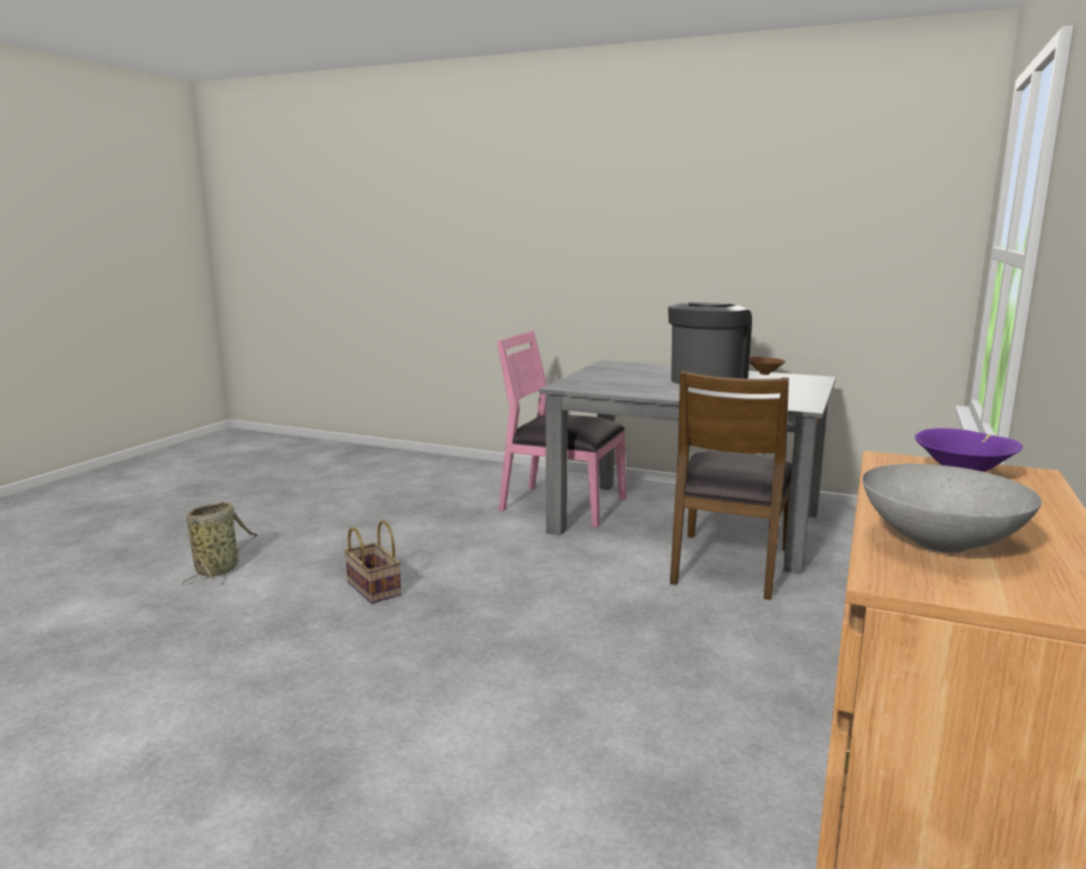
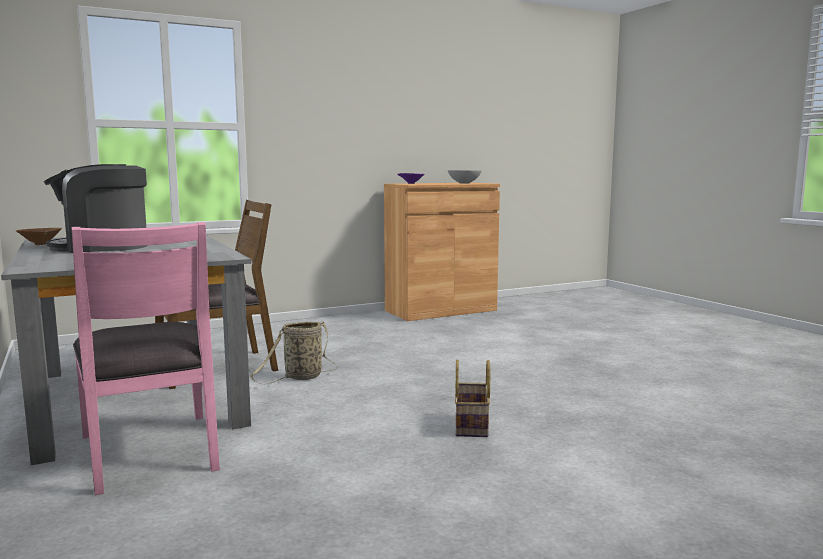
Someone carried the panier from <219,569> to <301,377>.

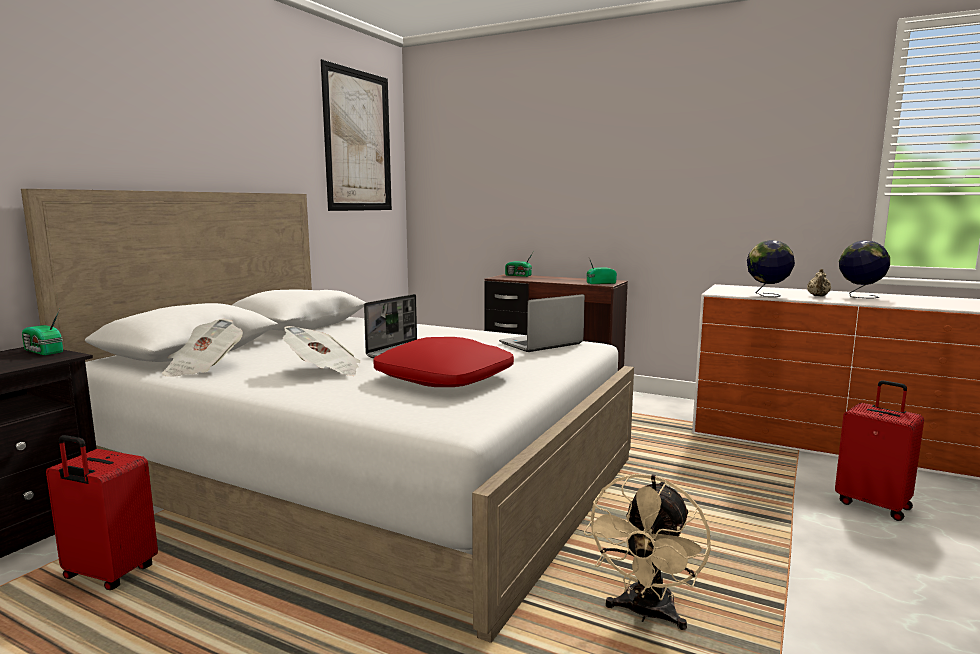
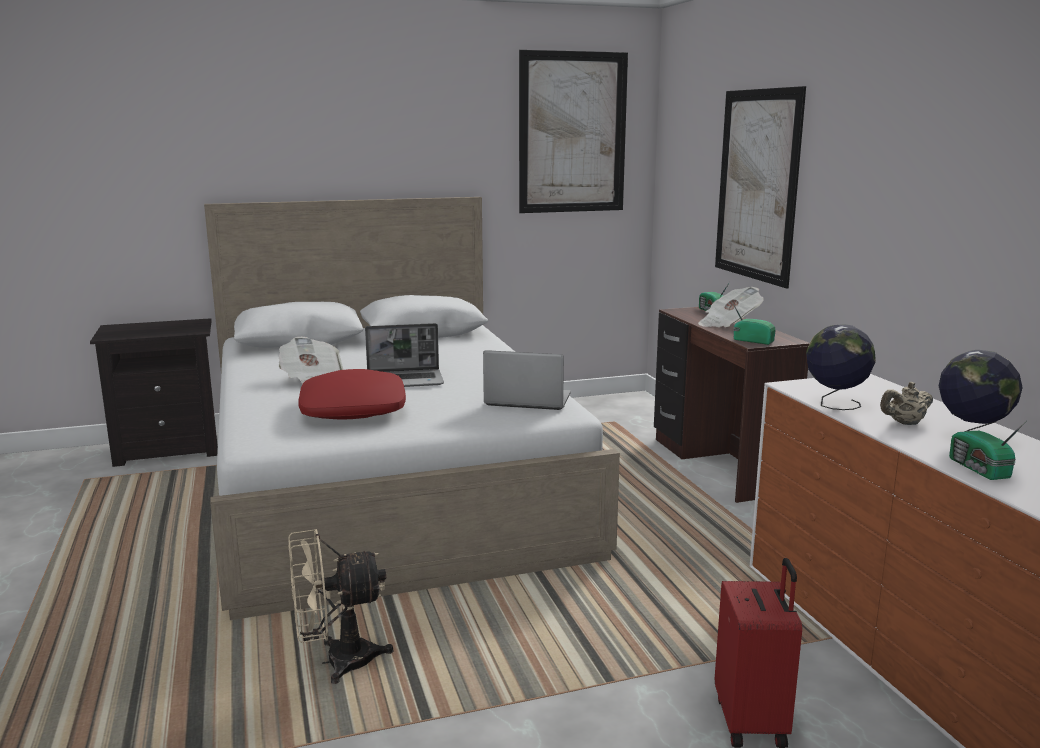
Someone carried the radio from <43,352> to <979,469>.
Someone carried the journal from <203,368> to <728,324>.
Someone took away the valise [rouge] at <108,574>.
Someone put up the tableau at <757,185>.

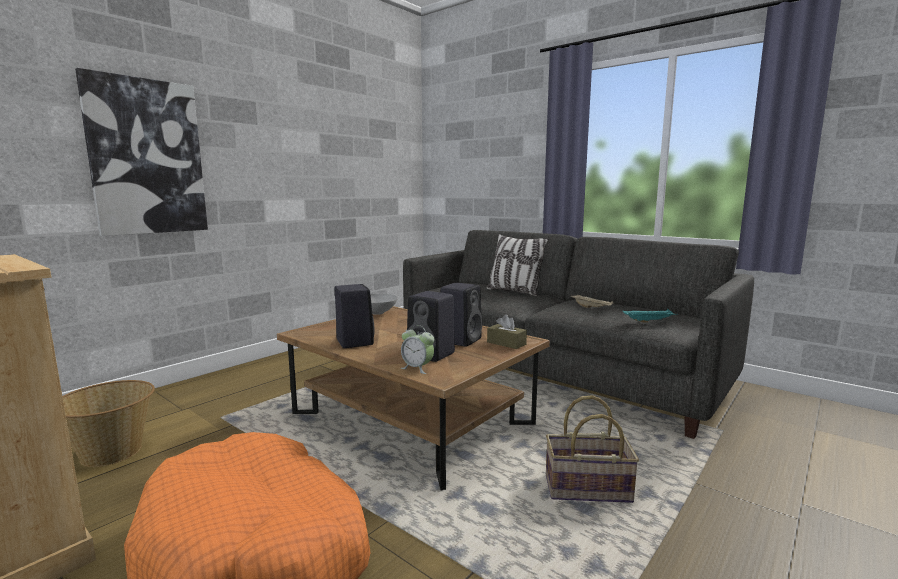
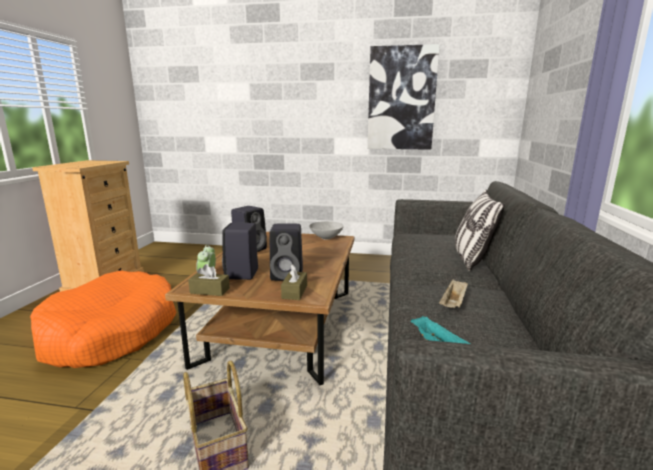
Someone carried the tableau from <147,157> to <401,99>.
Someone took away the panier at <112,452>.
Someone put down the boîte à mouchoirs [marron] at <210,291>.

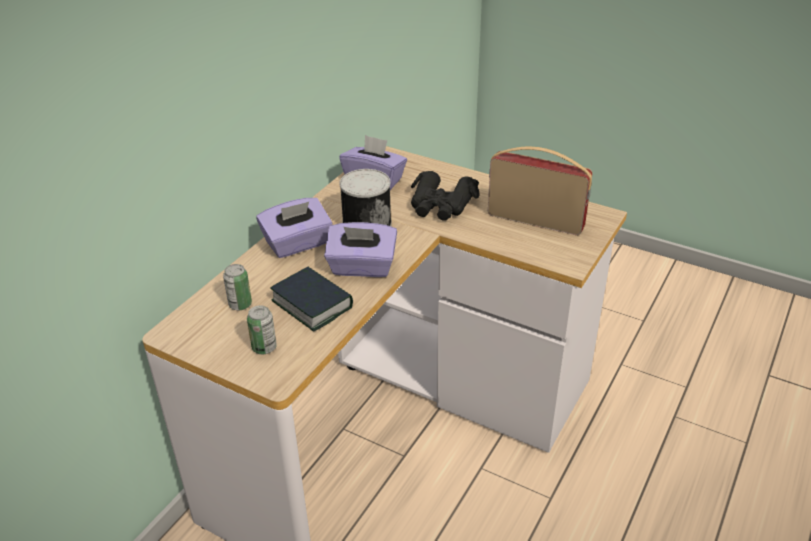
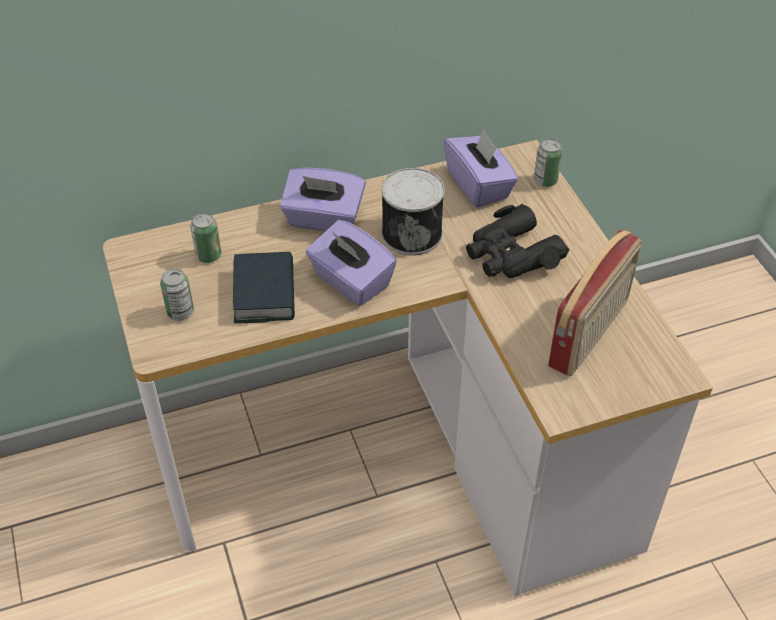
Someone rotated the radio at <536,220> by 60 degrees clockwise.
Someone put down the boîte métallique at <545,180>.

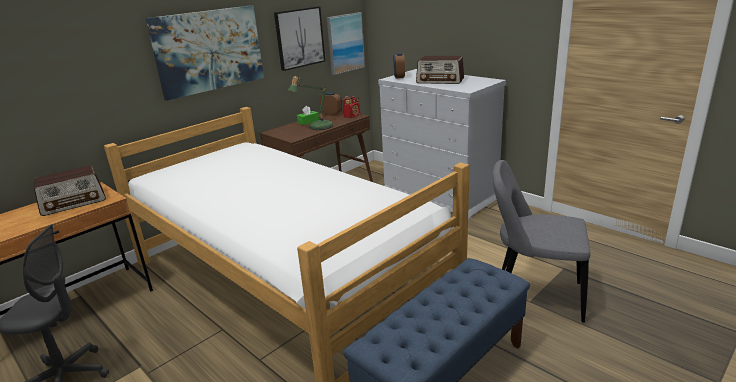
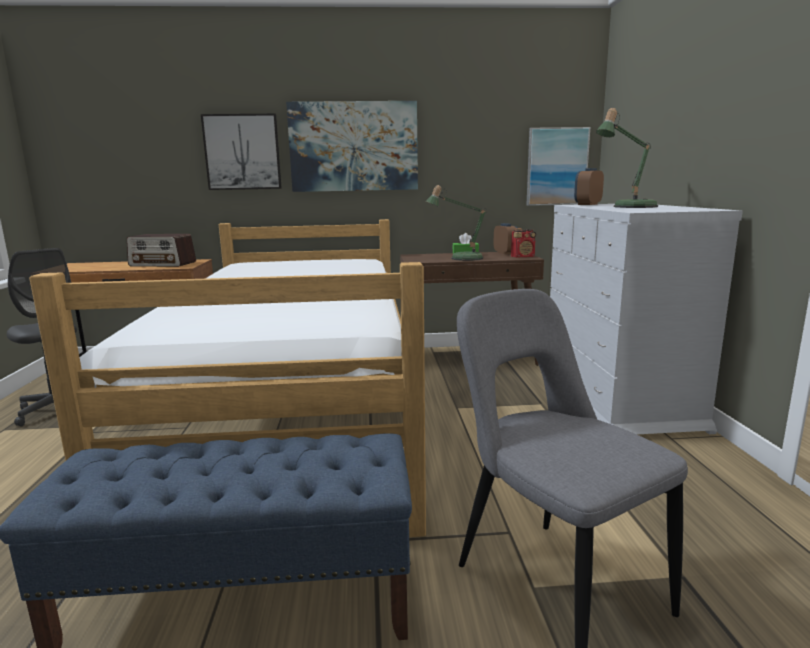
Someone carried the tableau from <299,38> to <242,152>.
Someone swapped the radio at <440,81> for the lampe de table at <629,207>.

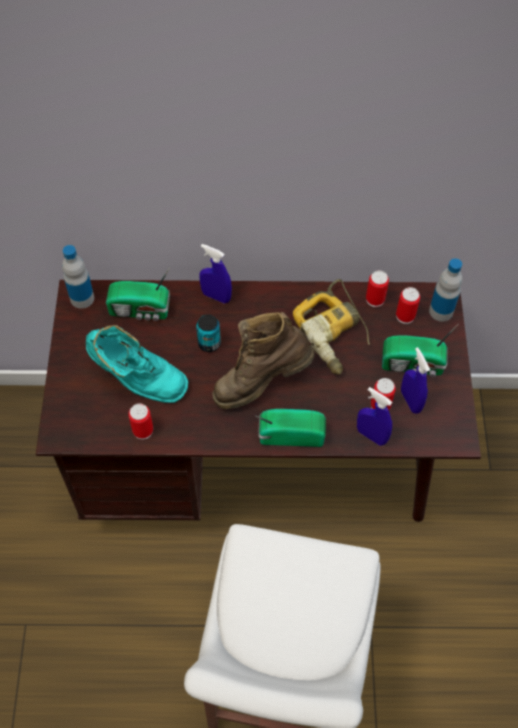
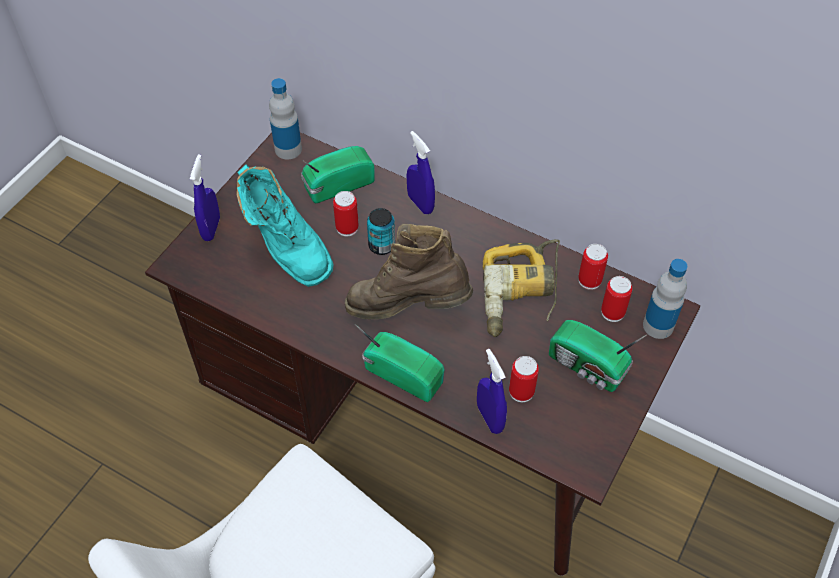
Someone rotated the radio at <141,310> by 120 degrees clockwise.
Someone carried the vaporisateur [bleu] from <410,401> to <211,228>.
Someone carried the boîte métallique from <143,430> to <347,228>.

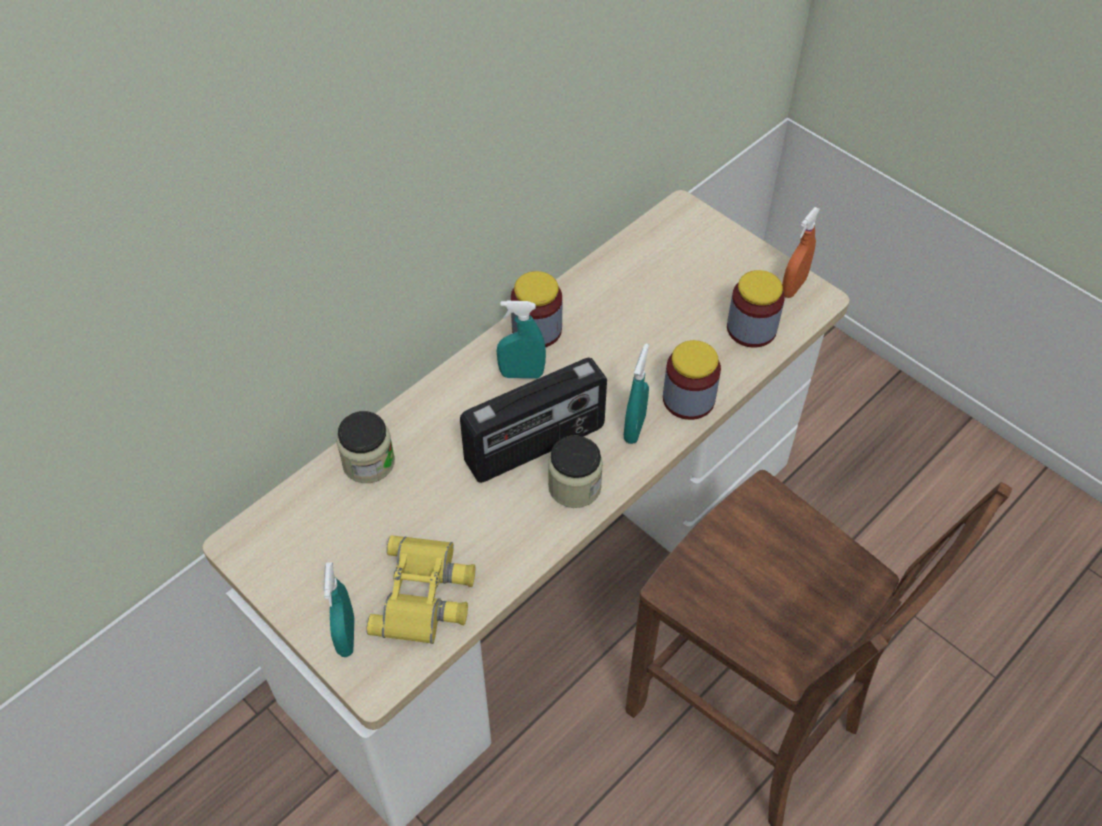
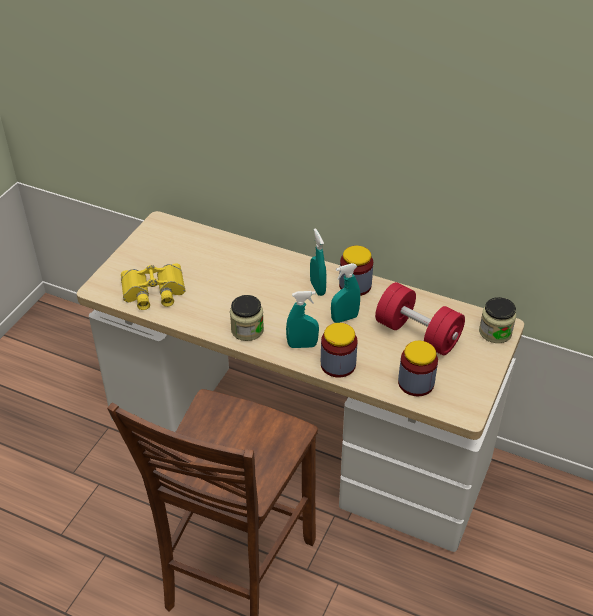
Someone took away the vaporisateur [orange] at <793,287>.
Someone took away the radio at <536,446>.
Someone carried the bocal from <368,462> to <495,332>.
Someone carried the vaporisateur [turquoise] from <346,636> to <344,318>.
Someone put down the haltère [rouge] at <417,334>.

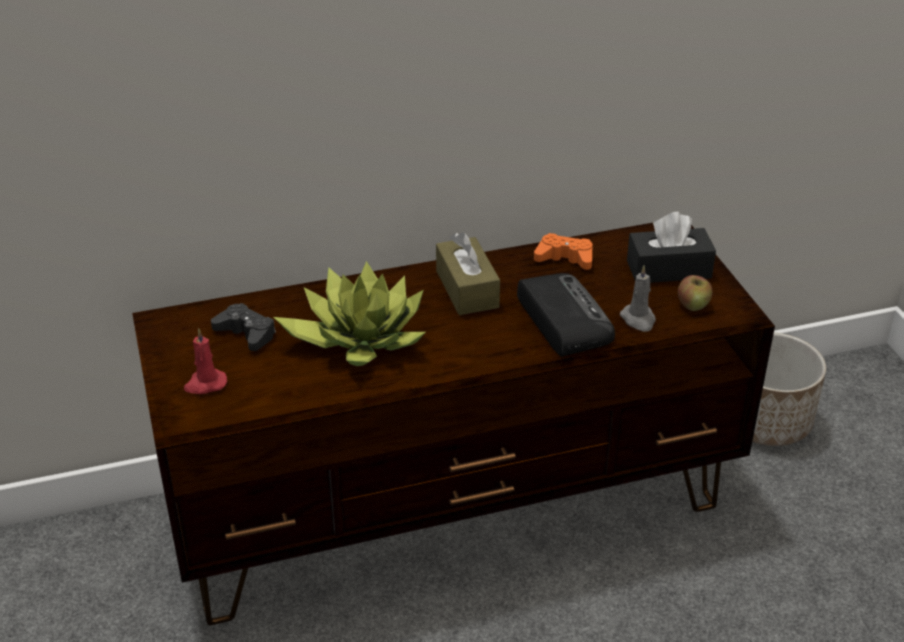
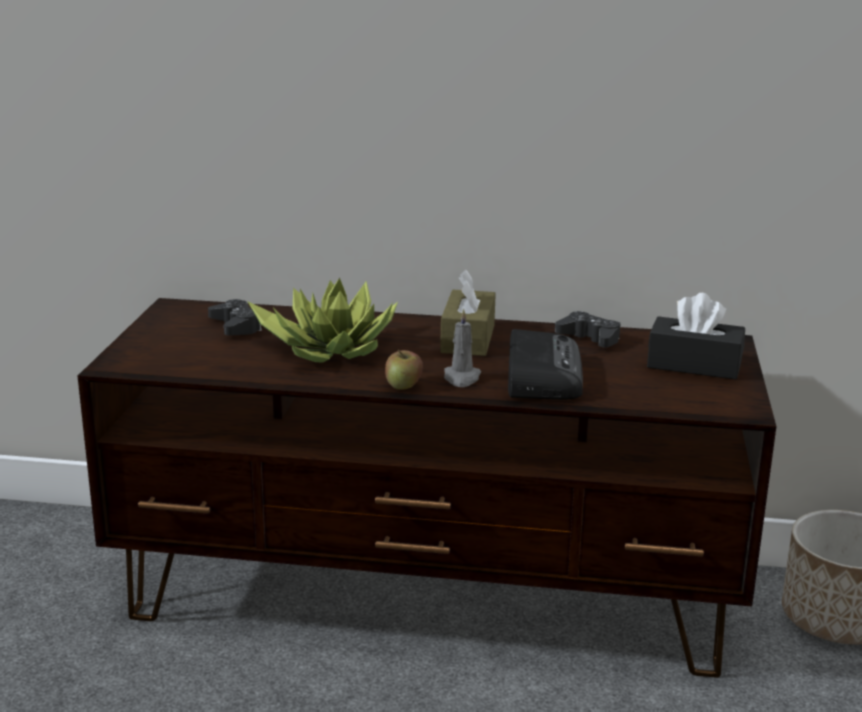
Someone repainted the manette [orange] at <565,258>, which became the manette [noir] at <589,338>.
Someone carried the bougie [gris] from <638,320> to <461,378>.
Someone carried the pomme from <693,305> to <403,385>.
Someone took away the bougie [rouge] at <205,384>.

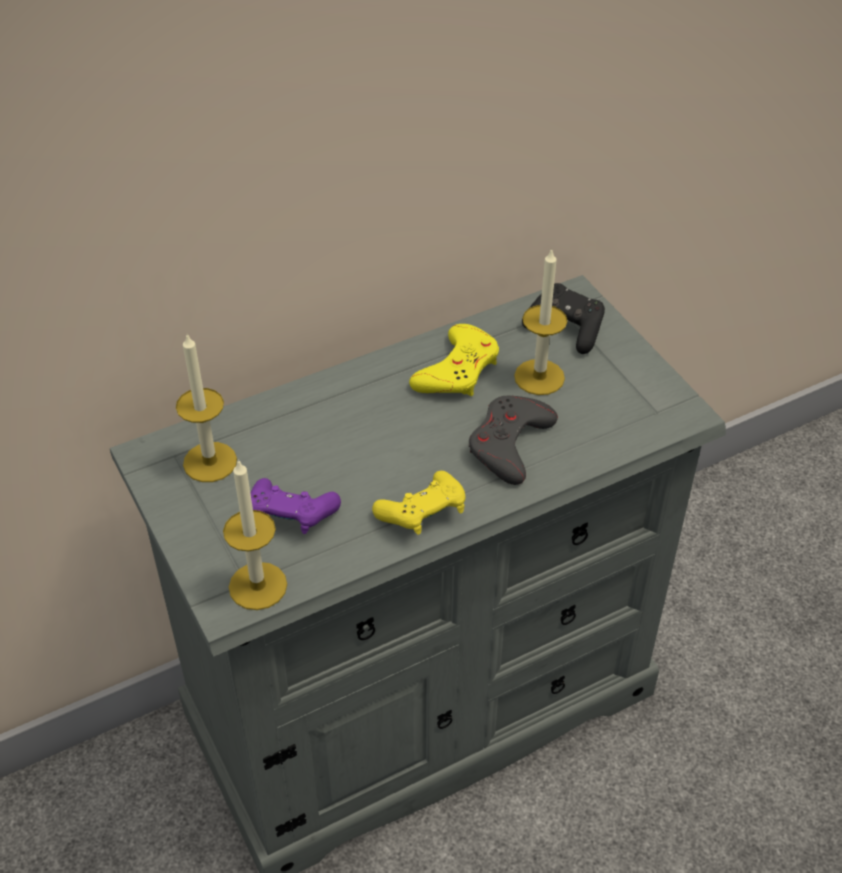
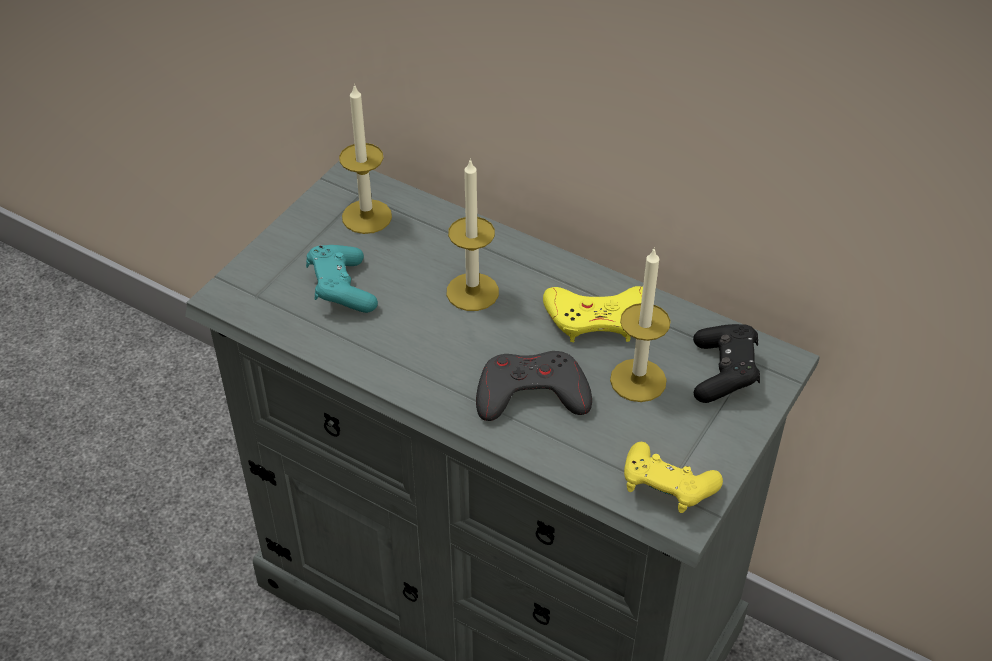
Someone carried the bougie from <258,586> to <472,292>.
Someone carried the manette [jaune] from <423,515> to <666,489>.
Someone repainted the manette [violet] at <291,517>, which became the manette [turquoise] at <341,290>.

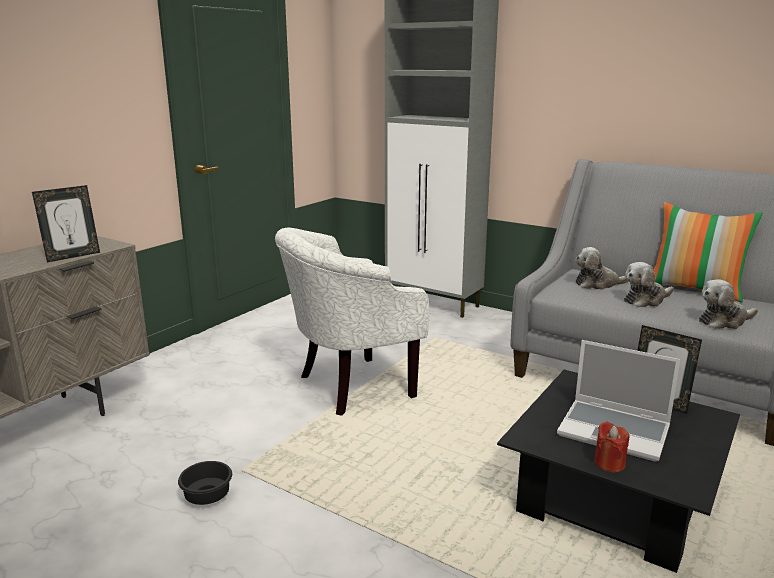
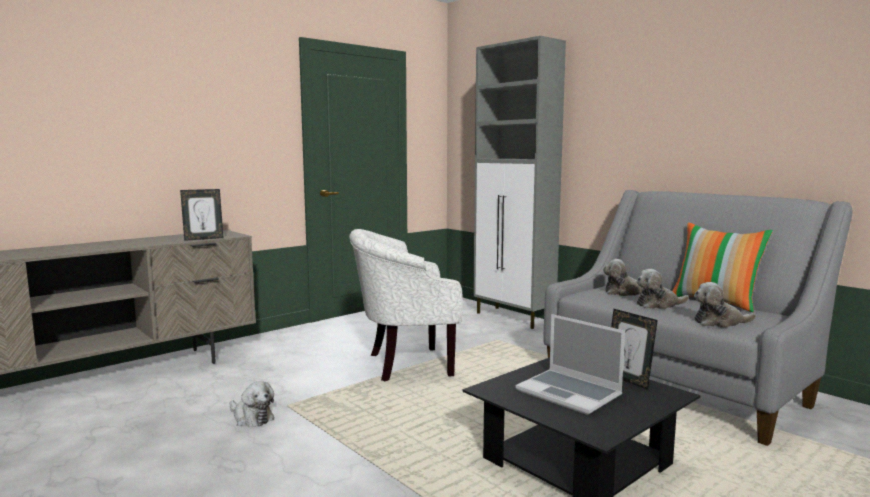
Someone took away the bougie [rouge] at <609,463>.
Someone swapped the bol [noir] at <206,496> for the peluche at <251,418>.

